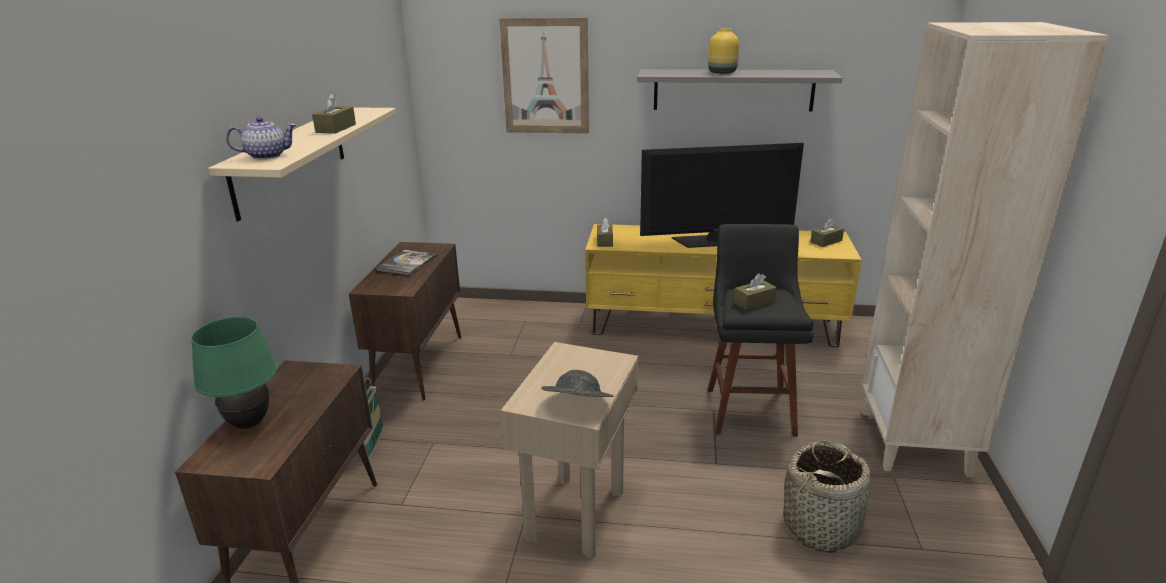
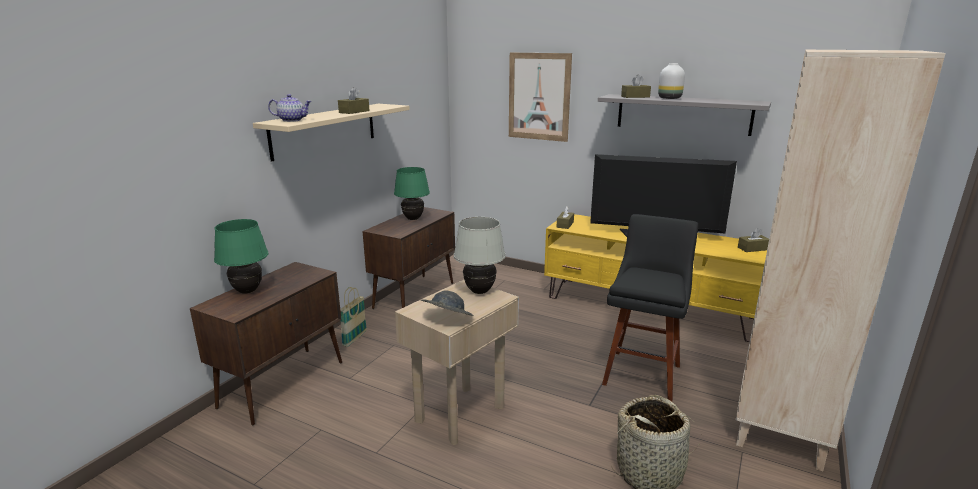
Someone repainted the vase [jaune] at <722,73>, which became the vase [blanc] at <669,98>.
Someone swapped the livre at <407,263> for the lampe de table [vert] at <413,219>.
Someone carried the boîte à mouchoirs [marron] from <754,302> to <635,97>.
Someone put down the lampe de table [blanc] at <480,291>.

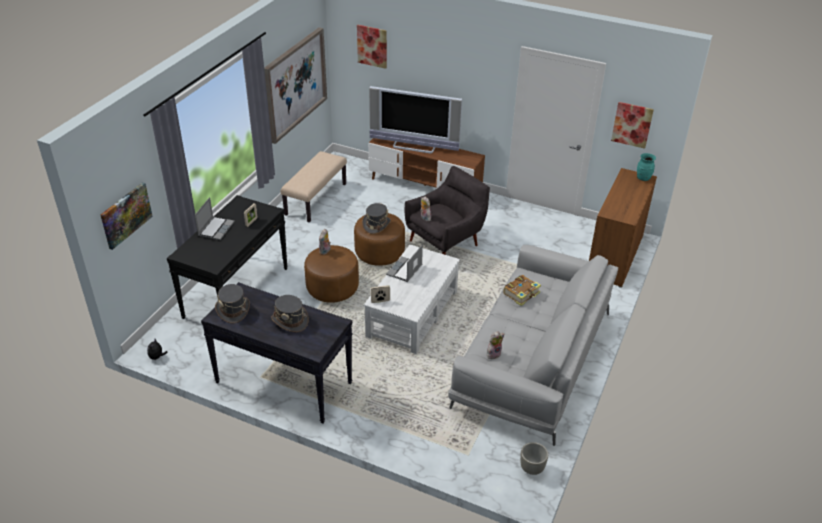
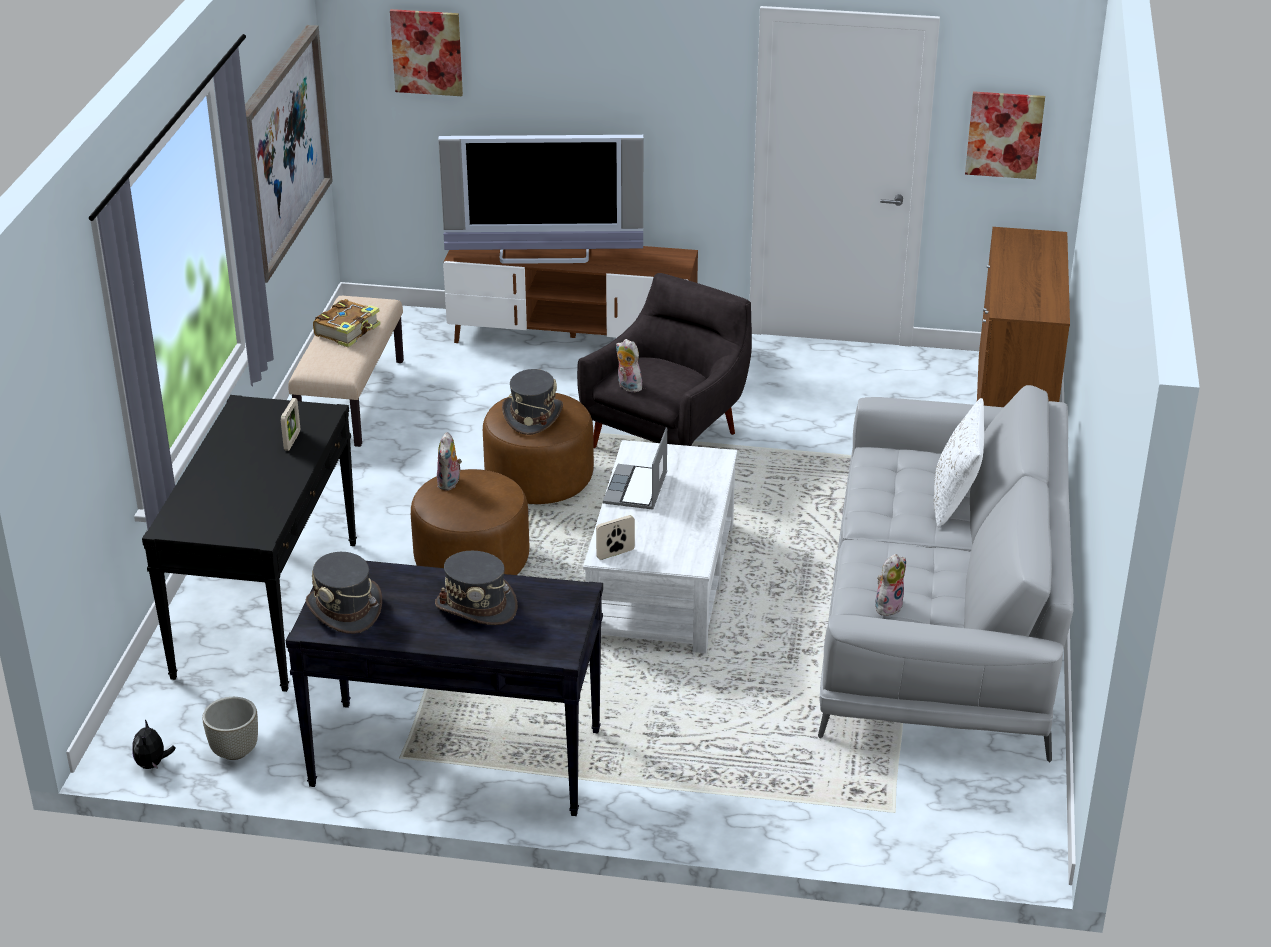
Someone took away the vase [turquoise] at <643,178>.
Someone took away the tableau at <126,215>.
Someone took away the ordinateur portable at <216,229>.
Someone carried the livre from <522,294> to <348,331>.
Someone carried the cache-pot [gris] from <532,469> to <235,751>.
Someone put down the coussin [blanc] at <955,500>.

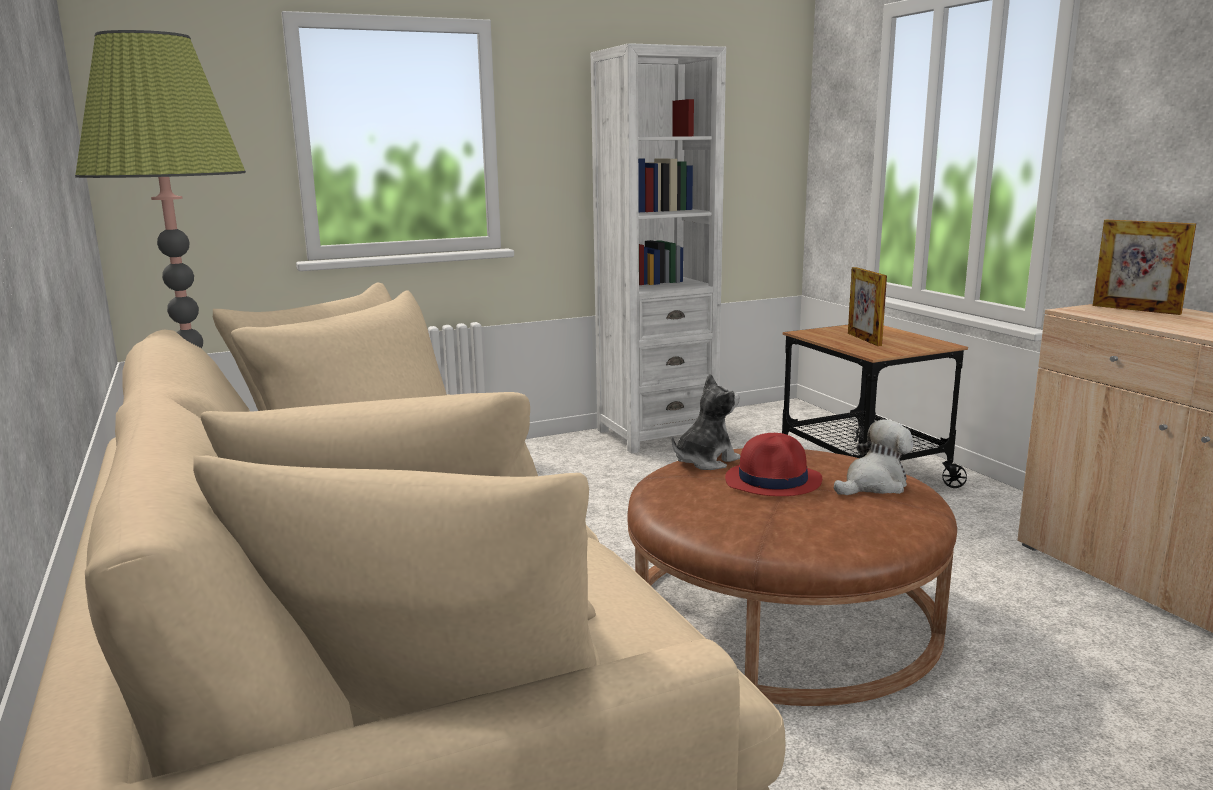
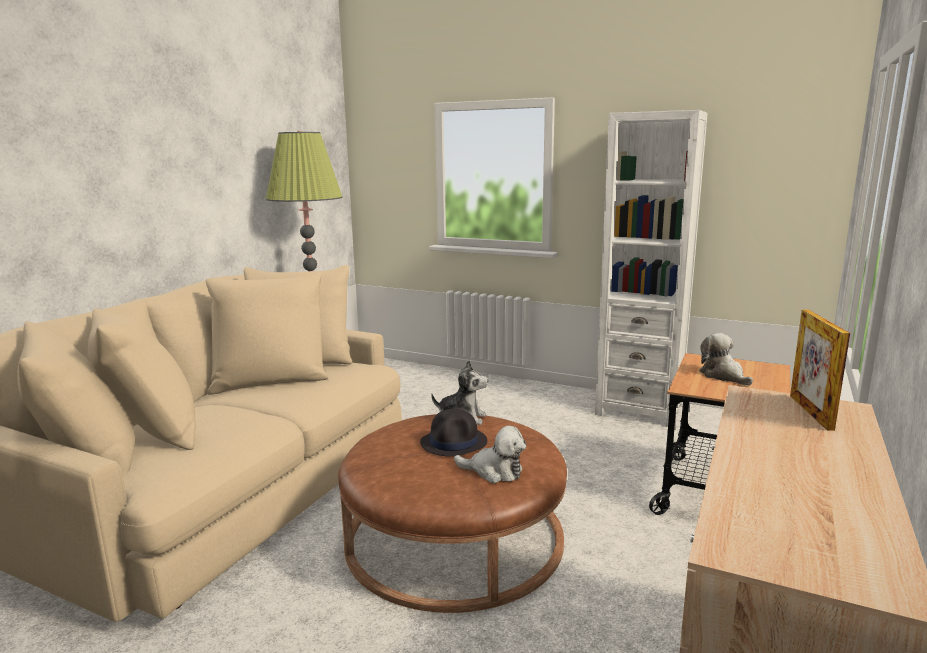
Someone swapped the cadre photo at <864,339> for the peluche at <723,376>.
Someone repainted the chapeau [rouge] at <773,480>, which became the chapeau [noir] at <454,442>.

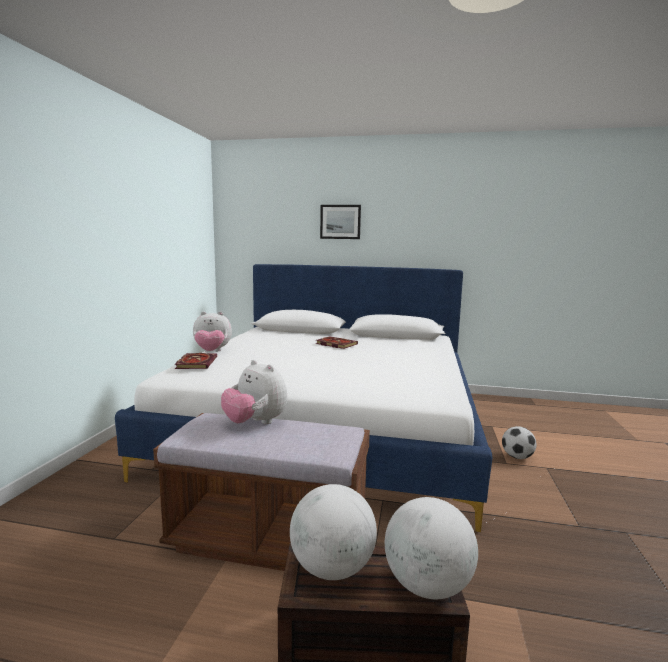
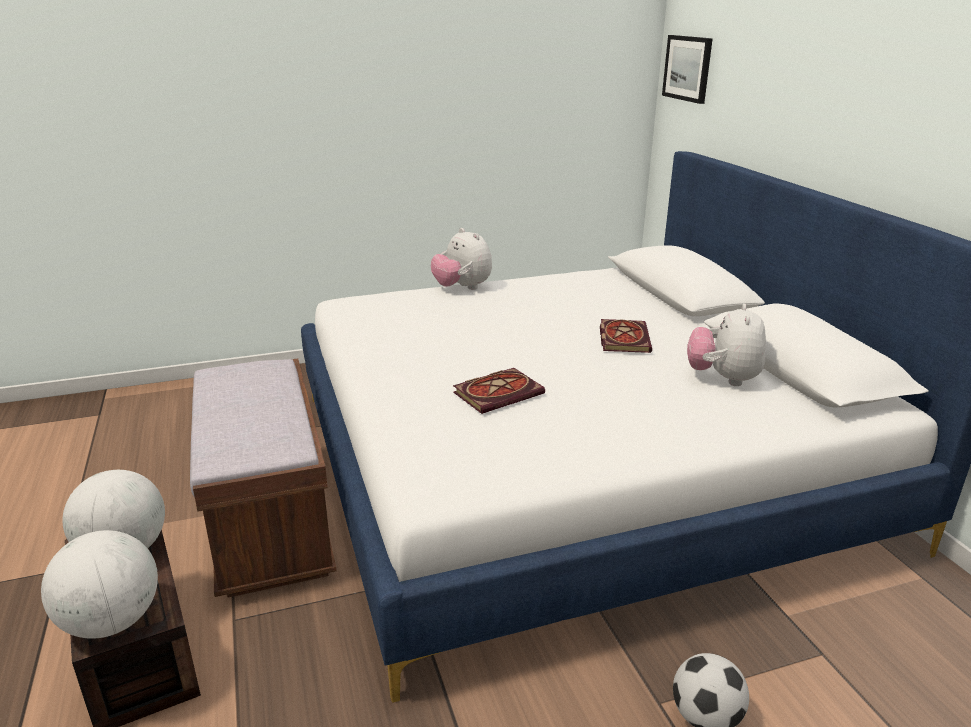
Someone carried the tableau from <340,222> to <688,68>.
Someone carried the livre from <196,363> to <499,392>.
Someone carried the peluche from <255,423> to <723,378>.

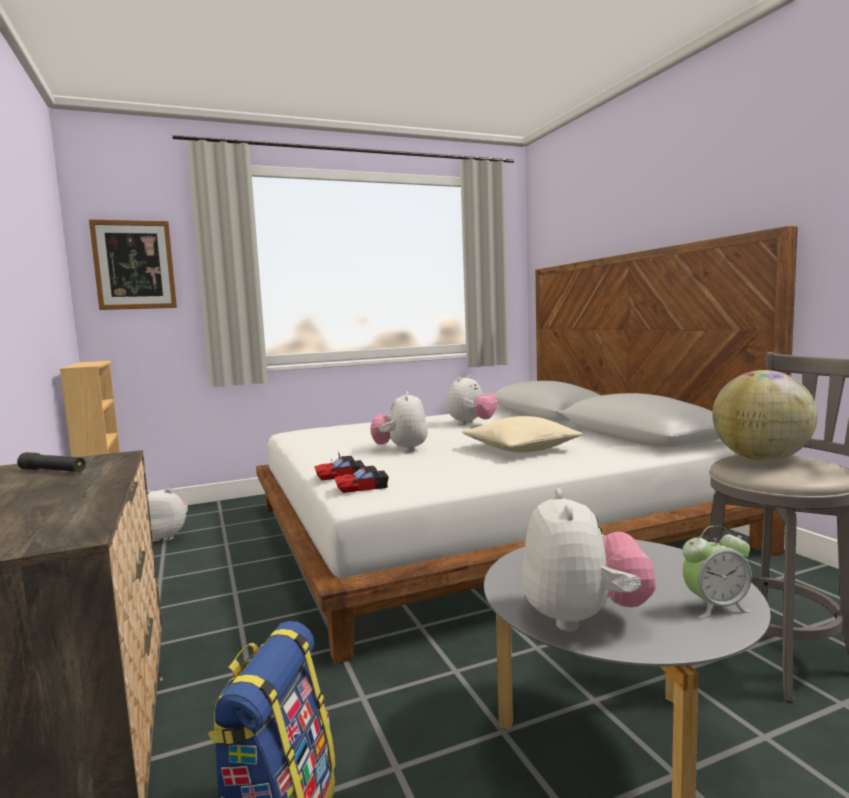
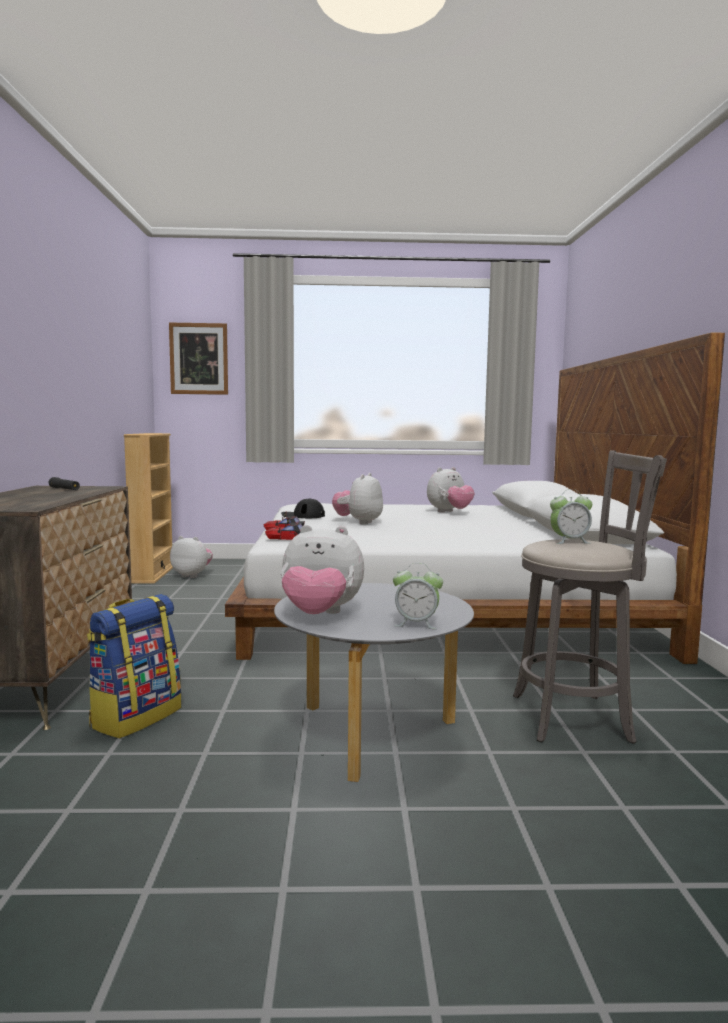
Someone swapped the globe at <761,459> for the réveil at <569,541>.
Someone took away the coussin [beige] at <521,449>.
Someone rotated the peluche at <583,618> by 75 degrees clockwise.
Someone put down the casquette [noir] at <303,516>.

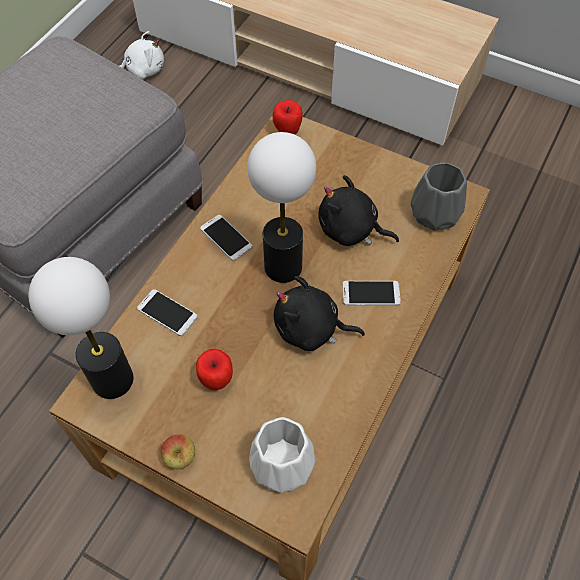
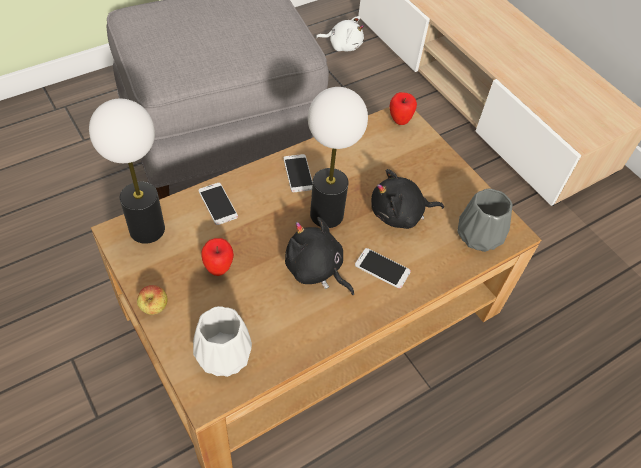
Someone rotated the peluche [noir] at <351,230> by 60 degrees counterclockwise.

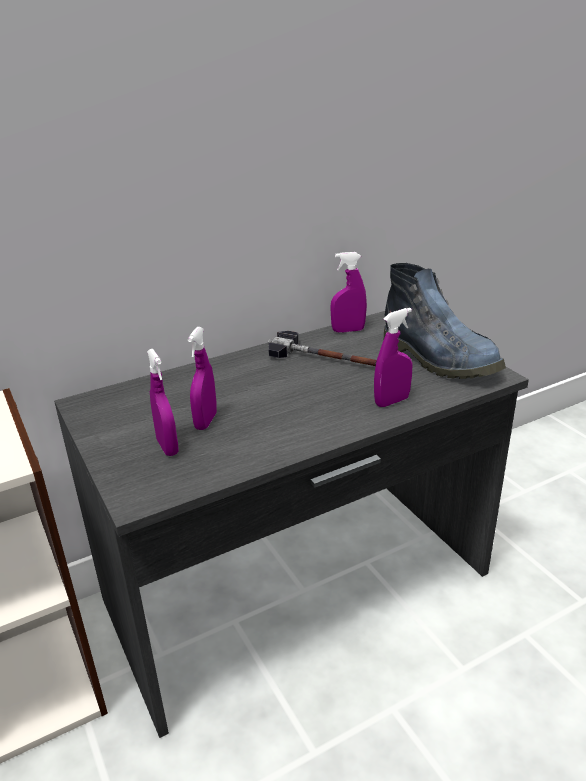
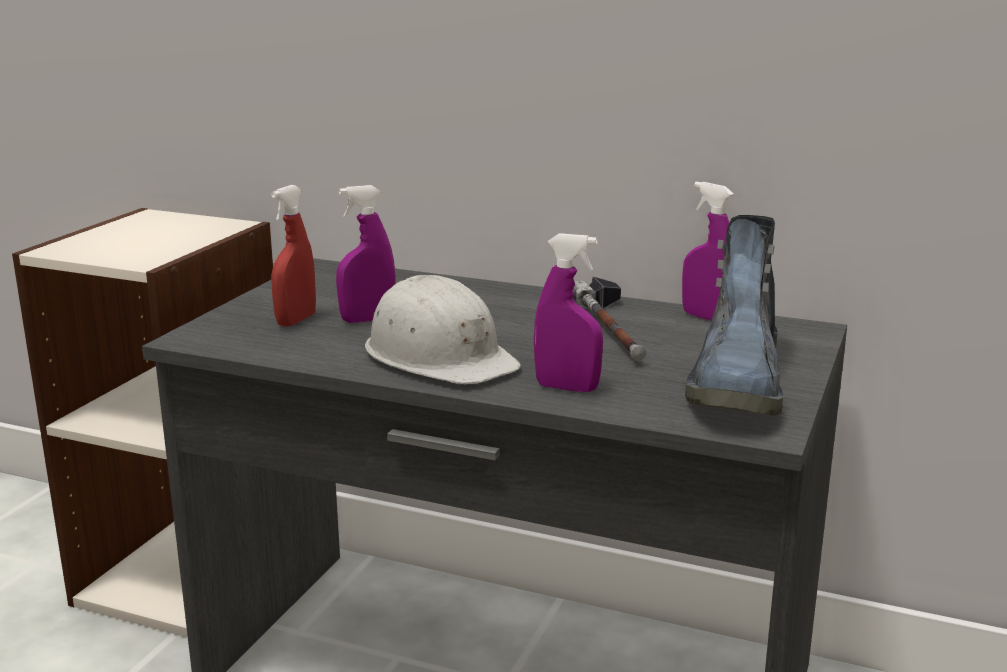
Someone repainted the vaporisateur [violet] at <167,447>, which became the vaporisateur [rouge] at <296,320>.
Someone put down the casque de chantier [blanc] at <439,356>.

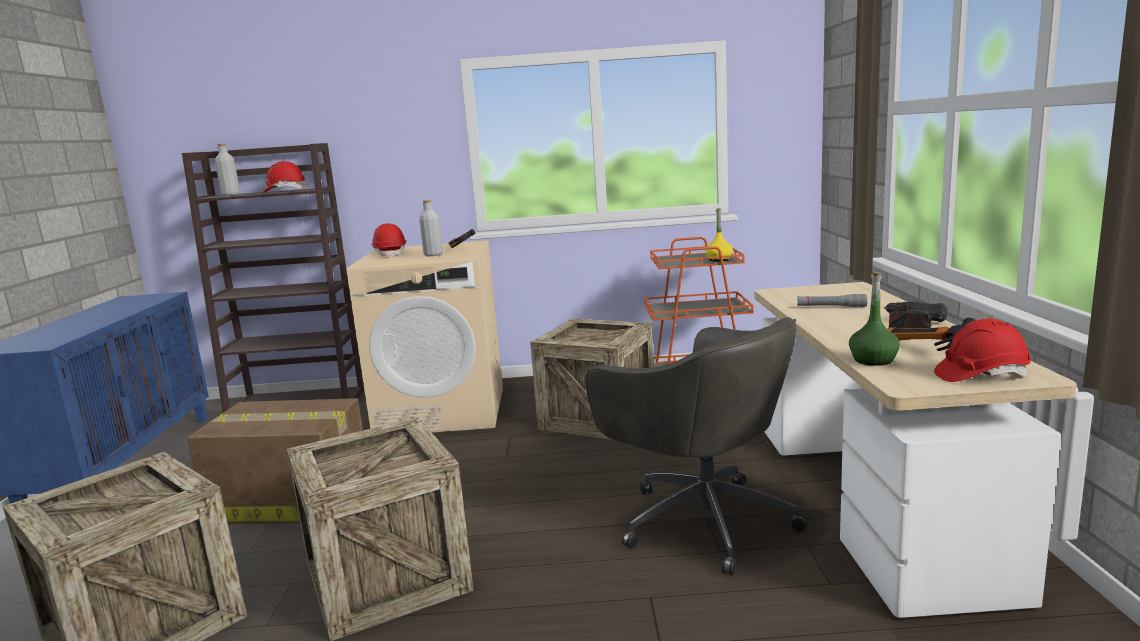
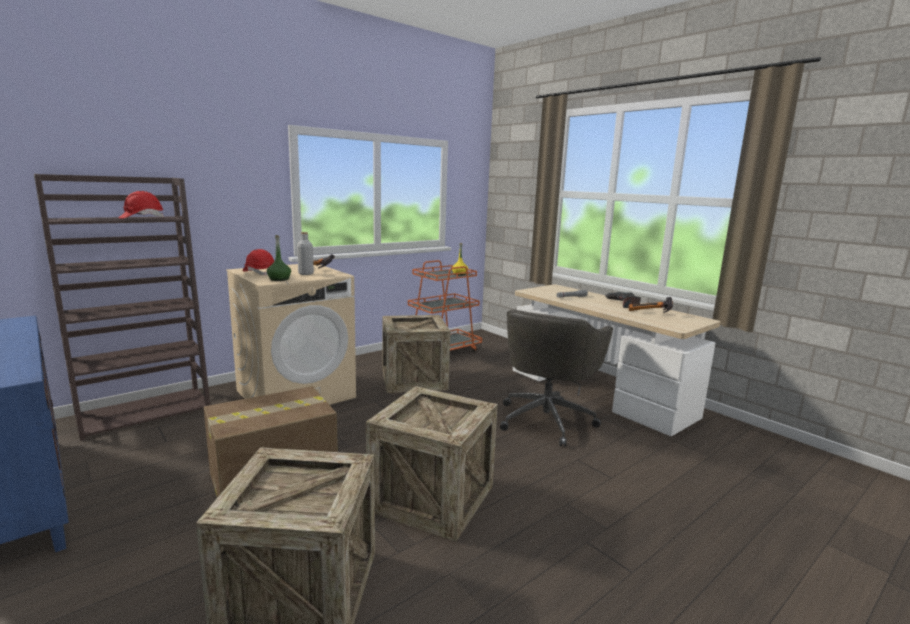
Someone took away the bouteille [gris] at <231,194>.
Someone carried the bouteille [vert] from <873,360> to <279,279>.
Someone rotated the chaise de bureau [gris] at <702,519> by 105 degrees clockwise.
Someone took away the casque de chantier [rouge] at <980,375>.

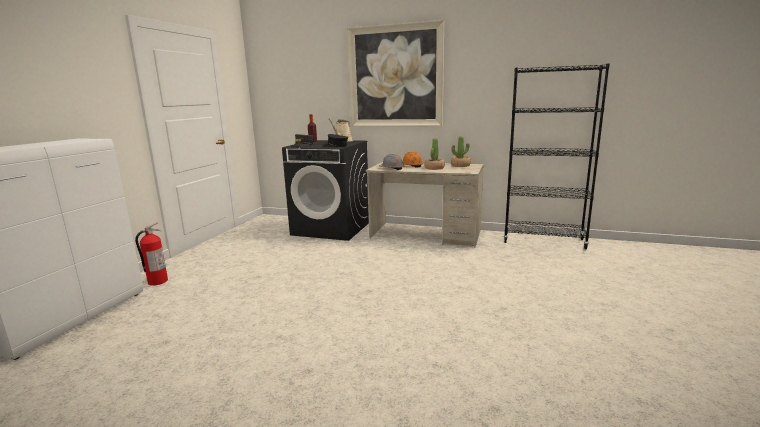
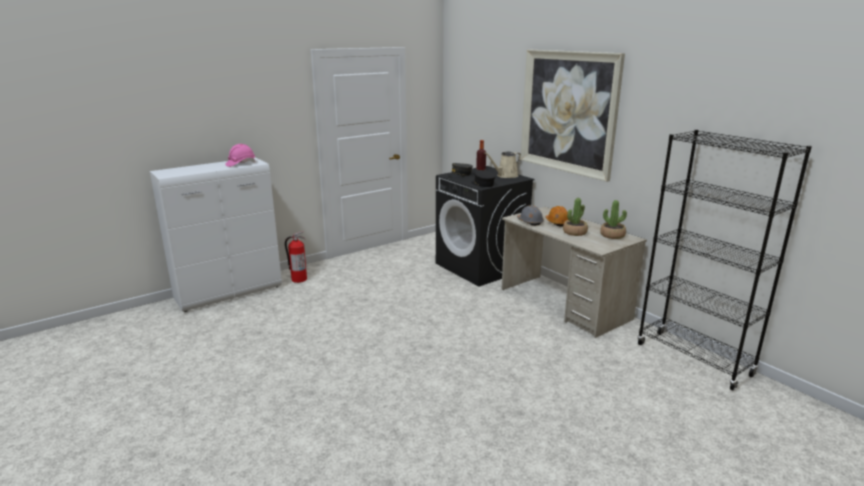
Someone put down the casque de chantier [rose] at <240,164>.

